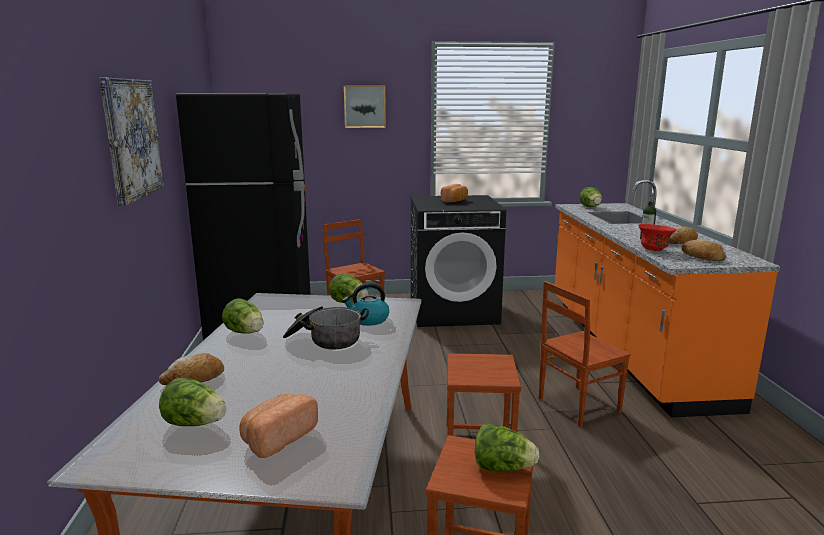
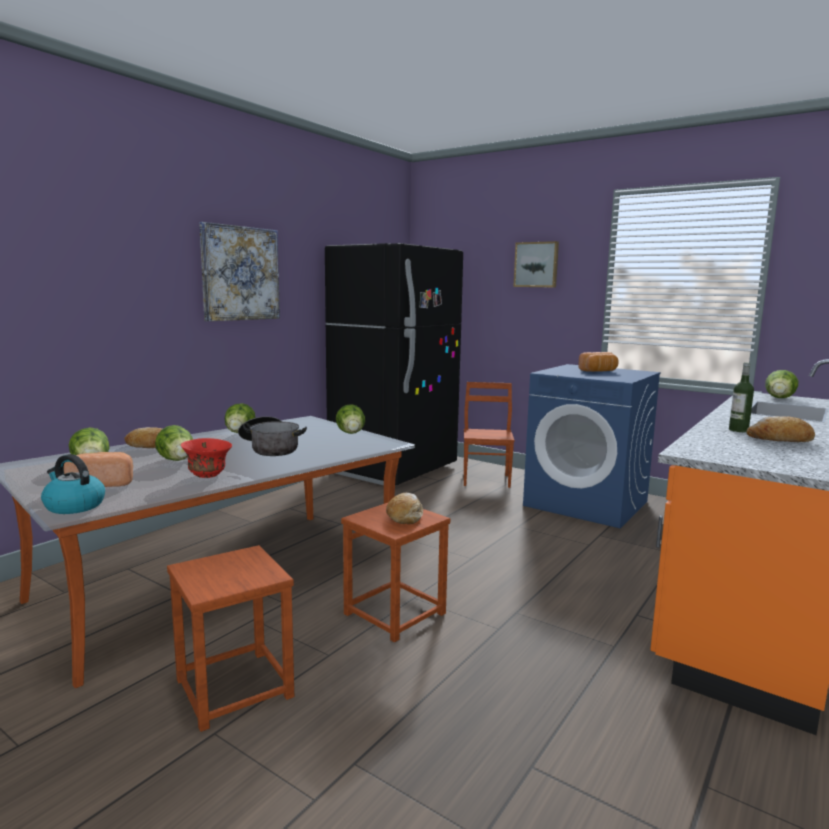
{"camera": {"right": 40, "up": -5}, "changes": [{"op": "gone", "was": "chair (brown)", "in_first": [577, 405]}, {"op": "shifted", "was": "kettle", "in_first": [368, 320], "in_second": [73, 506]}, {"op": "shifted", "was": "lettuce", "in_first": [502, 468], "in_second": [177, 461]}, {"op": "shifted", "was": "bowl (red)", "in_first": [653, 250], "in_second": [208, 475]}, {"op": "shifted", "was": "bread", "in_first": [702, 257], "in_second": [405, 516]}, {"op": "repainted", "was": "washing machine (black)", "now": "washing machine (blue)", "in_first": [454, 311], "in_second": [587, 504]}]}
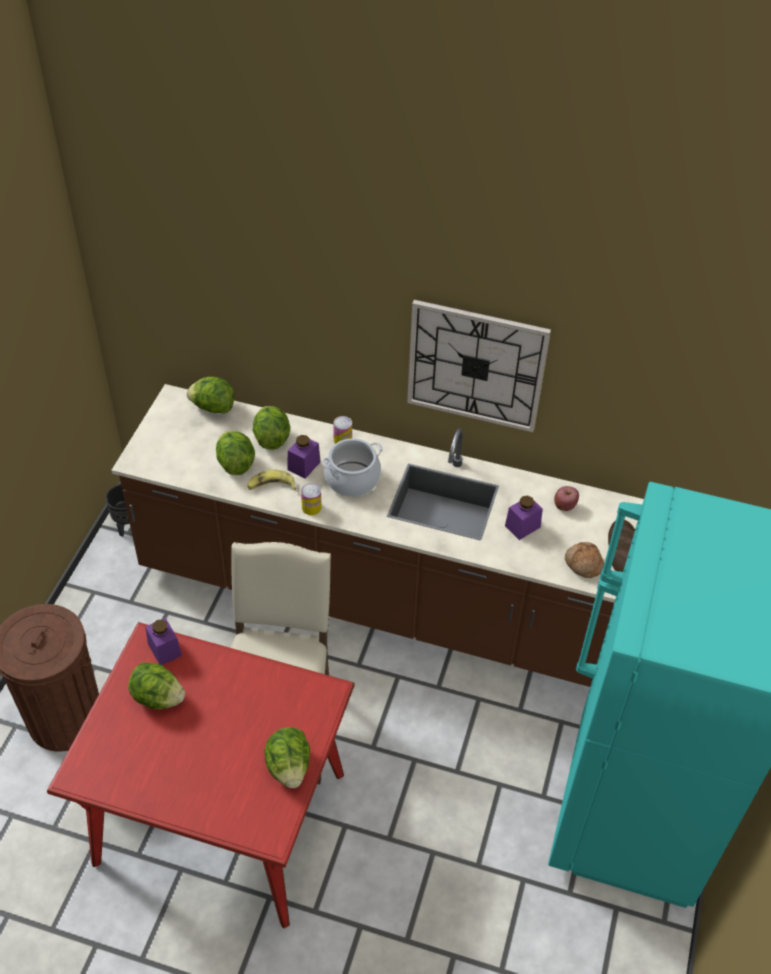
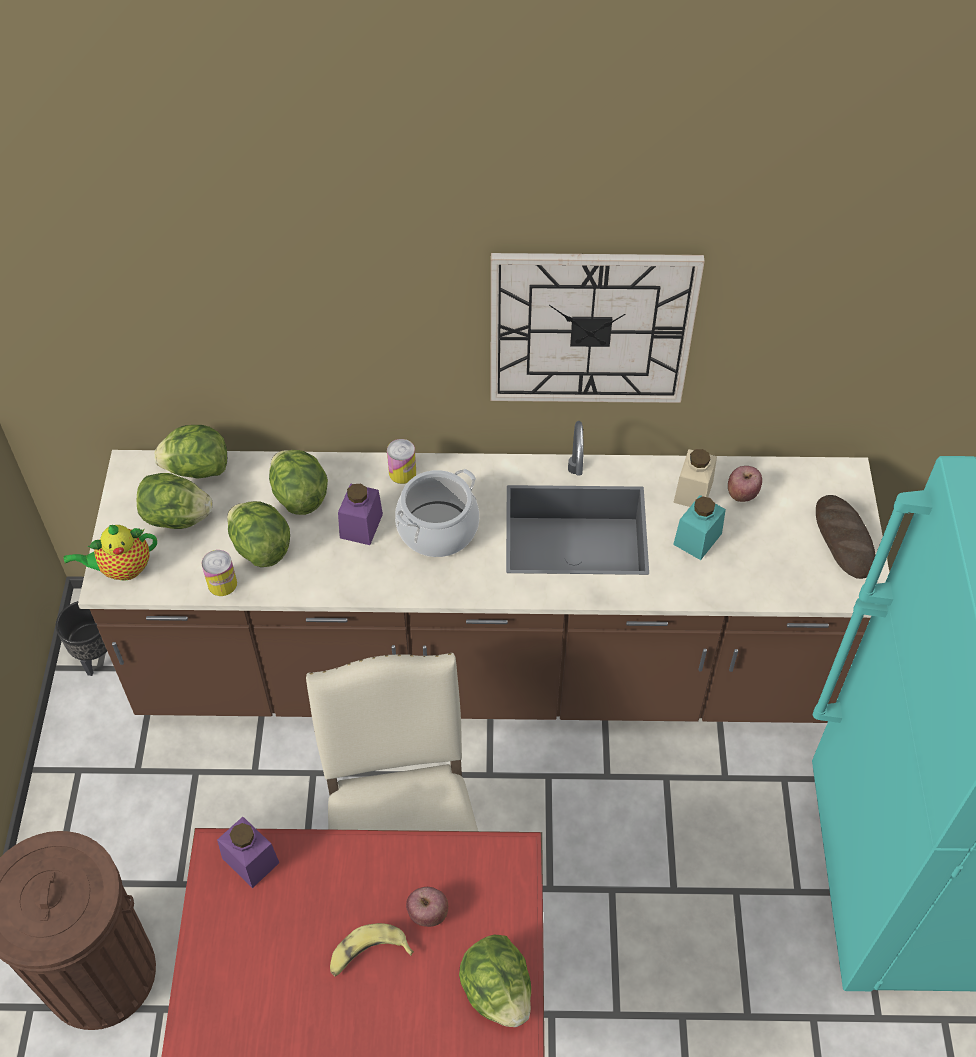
{"camera": {"right": -15, "up": 5}, "changes": [{"op": "gone", "was": "bread", "in_first": [583, 564]}, {"op": "new", "now": "teapot", "in_second": [122, 569]}, {"op": "new", "now": "apple", "in_second": [428, 914]}, {"op": "new", "now": "jar (beige)", "in_second": [693, 491]}, {"op": "shifted", "was": "lettuce", "in_first": [158, 698], "in_second": [177, 518]}, {"op": "shifted", "was": "banana", "in_first": [271, 486], "in_second": [368, 954]}, {"op": "shifted", "was": "can", "in_first": [311, 507], "in_second": [222, 584]}, {"op": "repainted", "was": "jar (purple)", "now": "jar (turquoise)", "in_first": [522, 526], "in_second": [697, 539]}]}
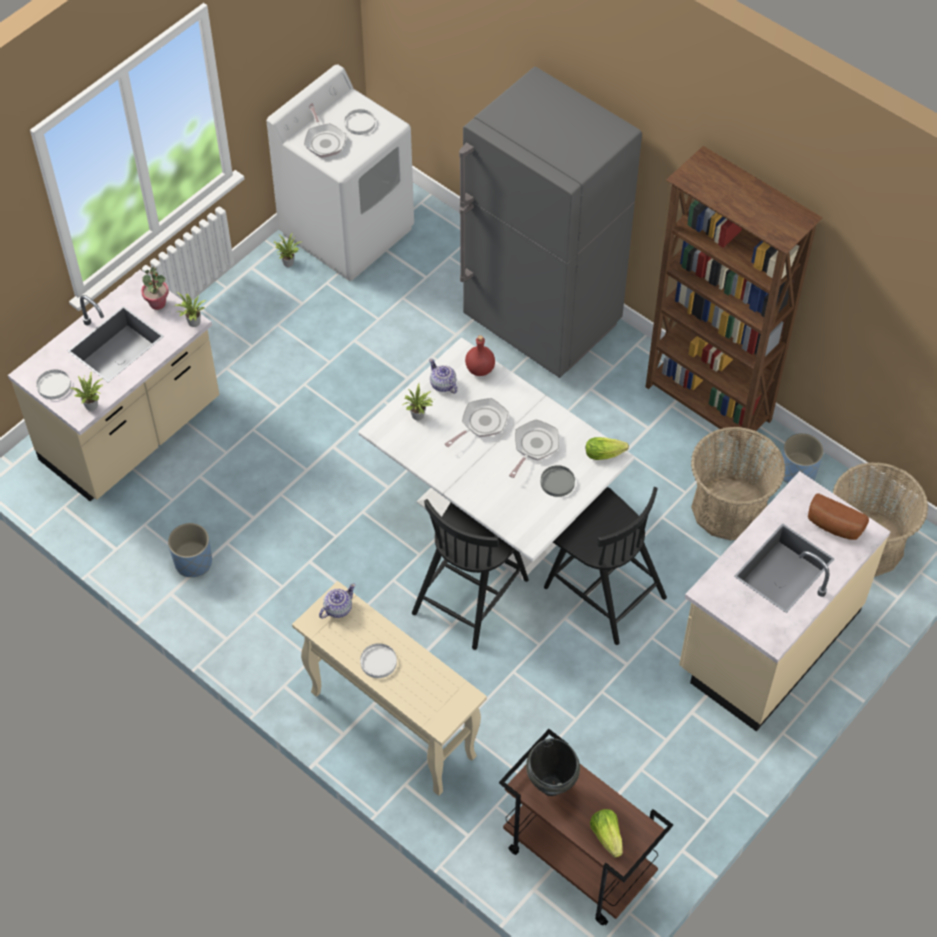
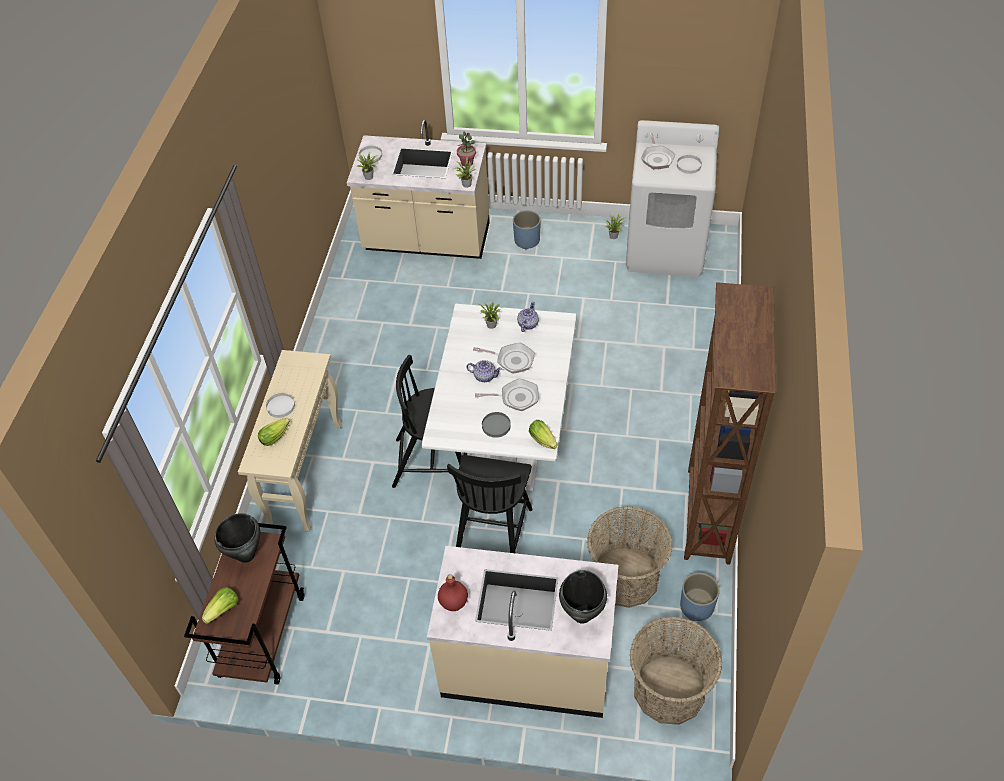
{"camera": {"right": 60, "up": -5}, "changes": [{"op": "gone", "was": "fridge (grey)", "in_first": [542, 323]}, {"op": "new", "now": "lettuce", "in_second": [276, 435]}, {"op": "shifted", "was": "planter (blue)", "in_first": [193, 562], "in_second": [527, 240]}, {"op": "shifted", "was": "teapot", "in_first": [337, 608], "in_second": [484, 376]}, {"op": "shifted", "was": "bottle (red)", "in_first": [480, 368], "in_second": [454, 602]}, {"op": "swapped", "was": "bread", "now": "cooking pot (black)", "in_first": [833, 526], "in_second": [582, 614]}, {"op": "rotated", "was": "frying pan", "in_first": [324, 141], "in_second": [657, 158], "clockwise": -45}]}
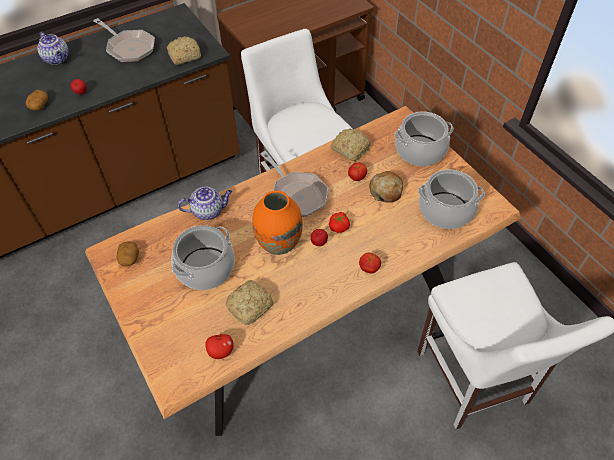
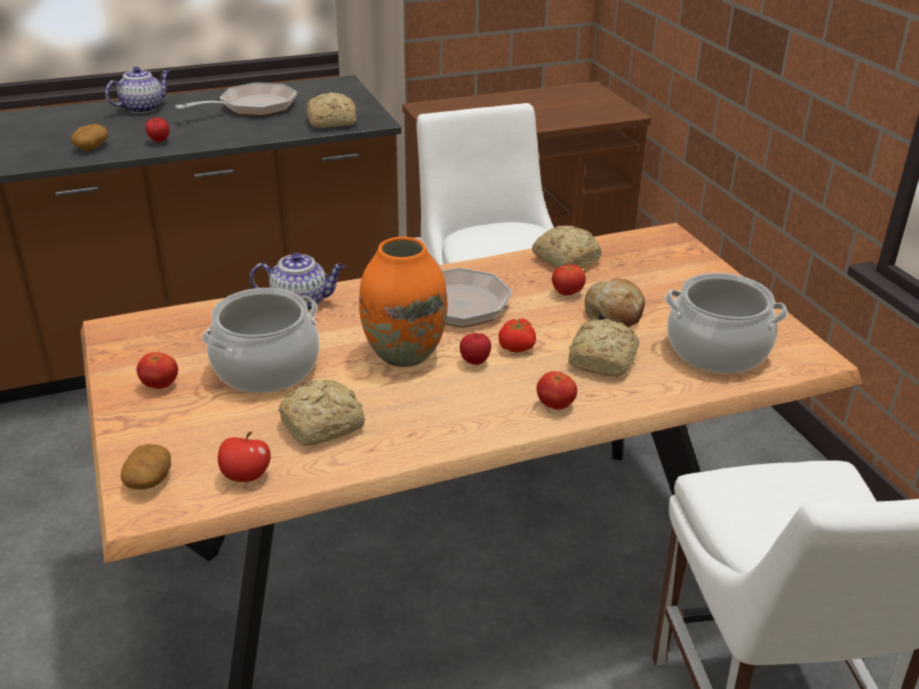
{"camera": {"right": 10, "up": -20}, "changes": [{"op": "gone", "was": "cooking pot", "in_first": [420, 150]}, {"op": "new", "now": "tomato", "in_second": [160, 385]}, {"op": "new", "now": "bread", "in_second": [604, 359]}, {"op": "shifted", "was": "potato", "in_first": [129, 258], "in_second": [149, 480]}, {"op": "rotated", "was": "teapot", "in_first": [57, 59], "in_second": [143, 108], "clockwise": -105}, {"op": "rotated", "was": "frying pan", "in_first": [129, 48], "in_second": [252, 107], "clockwise": -90}]}
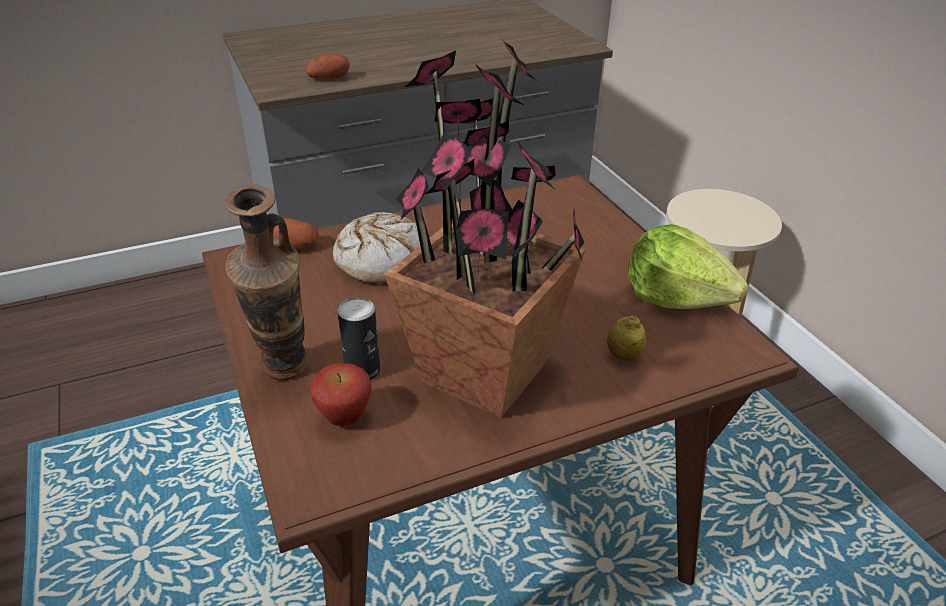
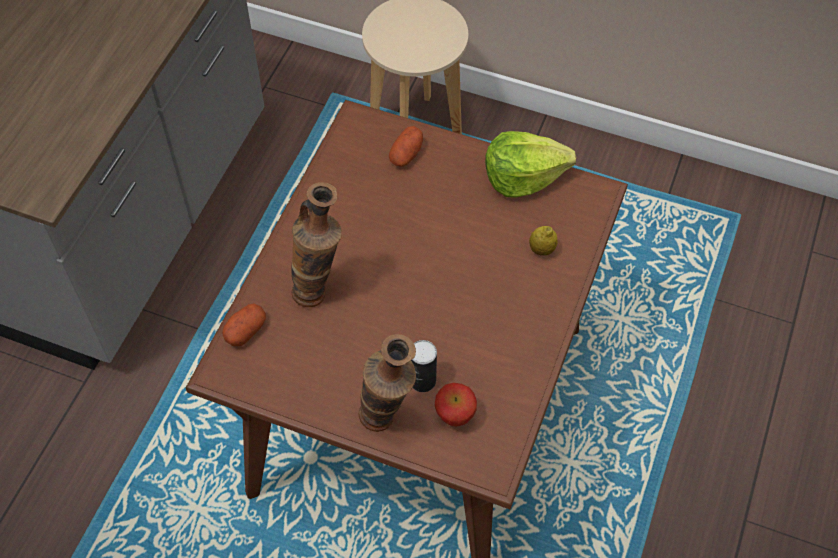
{"camera": {"right": -45, "up": 20}, "changes": [{"op": "gone", "was": "potted plant", "in_first": [484, 374]}, {"op": "shifted", "was": "potato", "in_first": [328, 78], "in_second": [406, 154]}, {"op": "swapped", "was": "bread", "now": "vase", "in_first": [381, 259], "in_second": [320, 291]}]}
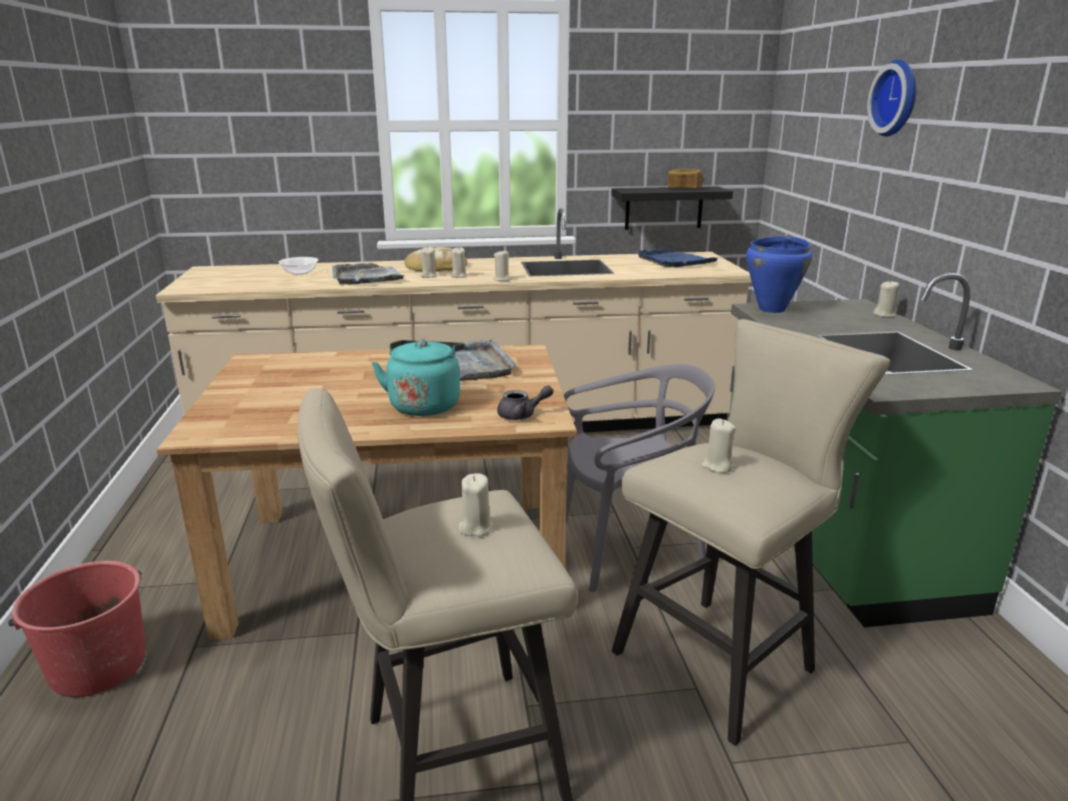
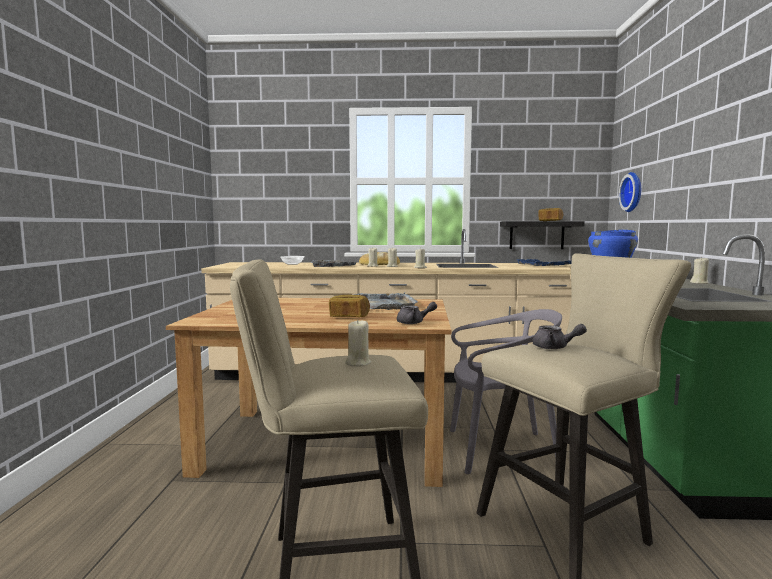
{"camera": {"right": 10, "up": -15}, "changes": [{"op": "gone", "was": "bucket (red)", "in_first": [97, 666]}, {"op": "shifted", "was": "wall clock", "in_first": [897, 98], "in_second": [633, 192]}, {"op": "swapped", "was": "kettle (turquoise)", "now": "bread", "in_first": [425, 404], "in_second": [349, 316]}, {"op": "swapped", "was": "candle (beige)", "now": "teapot (grey)", "in_first": [717, 466], "in_second": [555, 347]}]}
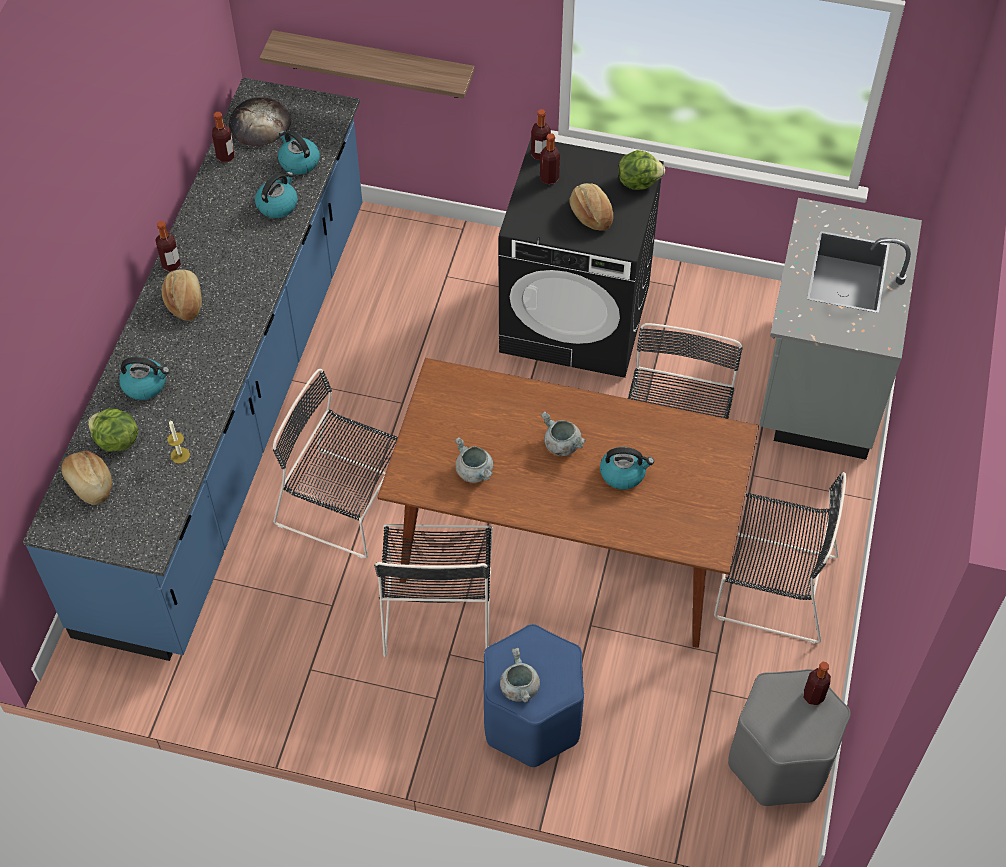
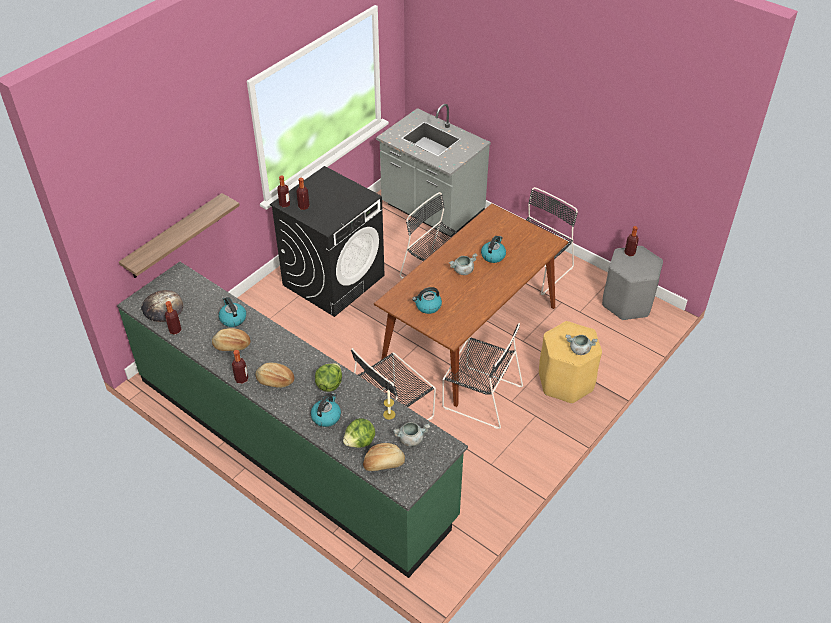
{"camera": {"right": -65, "up": -10}, "changes": [{"op": "shifted", "was": "kettle", "in_first": [298, 162], "in_second": [428, 306]}, {"op": "shifted", "was": "cooking pot (grey)", "in_first": [475, 471], "in_second": [411, 439]}, {"op": "shifted", "was": "bread", "in_first": [591, 214], "in_second": [231, 345]}, {"op": "shifted", "was": "lettuce", "in_first": [638, 181], "in_second": [329, 384]}, {"op": "repainted", "was": "counter (blue)", "now": "counter (green)", "in_first": [232, 409], "in_second": [292, 446]}, {"op": "repainted", "was": "stool (blue)", "now": "stool (yellow)", "in_first": [532, 719], "in_second": [565, 381]}]}
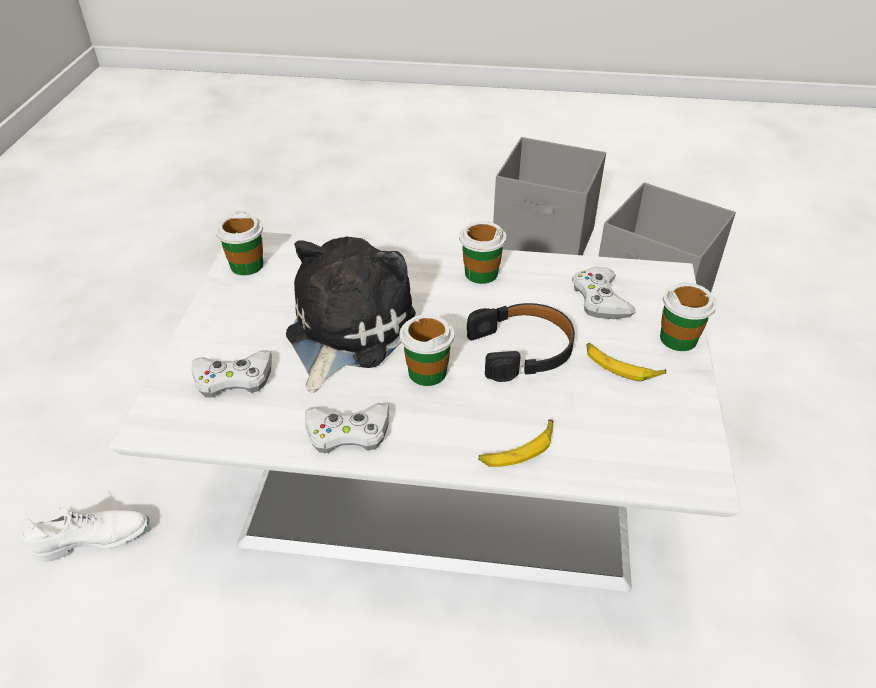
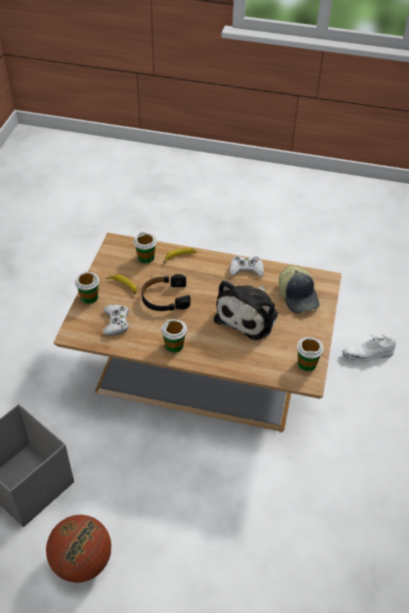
{"camera": {"right": -175, "up": 5}, "changes": [{"op": "shifted", "was": "cup", "in_first": [427, 372], "in_second": [146, 257]}, {"op": "swapped", "was": "game controller (white)", "now": "cap", "in_first": [233, 379], "in_second": [298, 296]}, {"op": "swapped", "was": "storage box (grey)", "now": "basketball", "in_first": [544, 243], "in_second": [82, 561]}, {"op": "repainted", "was": "coffee table (white)", "now": "coffee table (brown)", "in_first": [434, 477], "in_second": [204, 368]}]}
